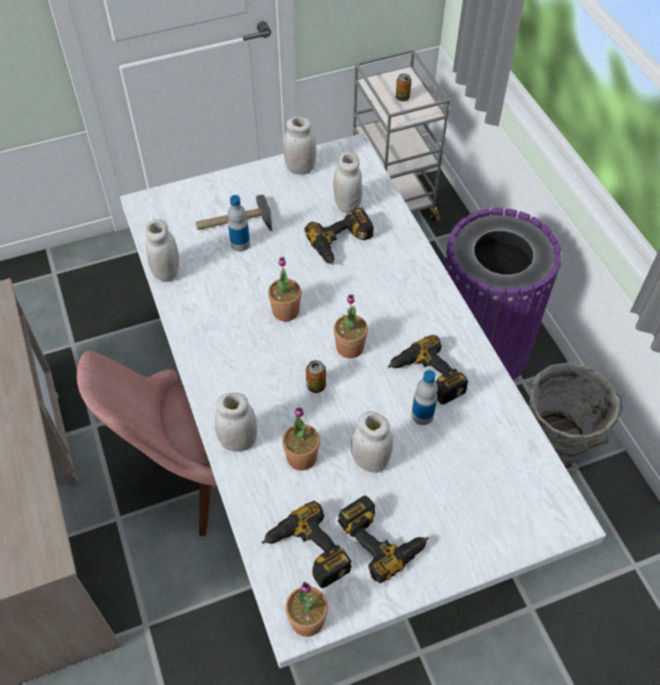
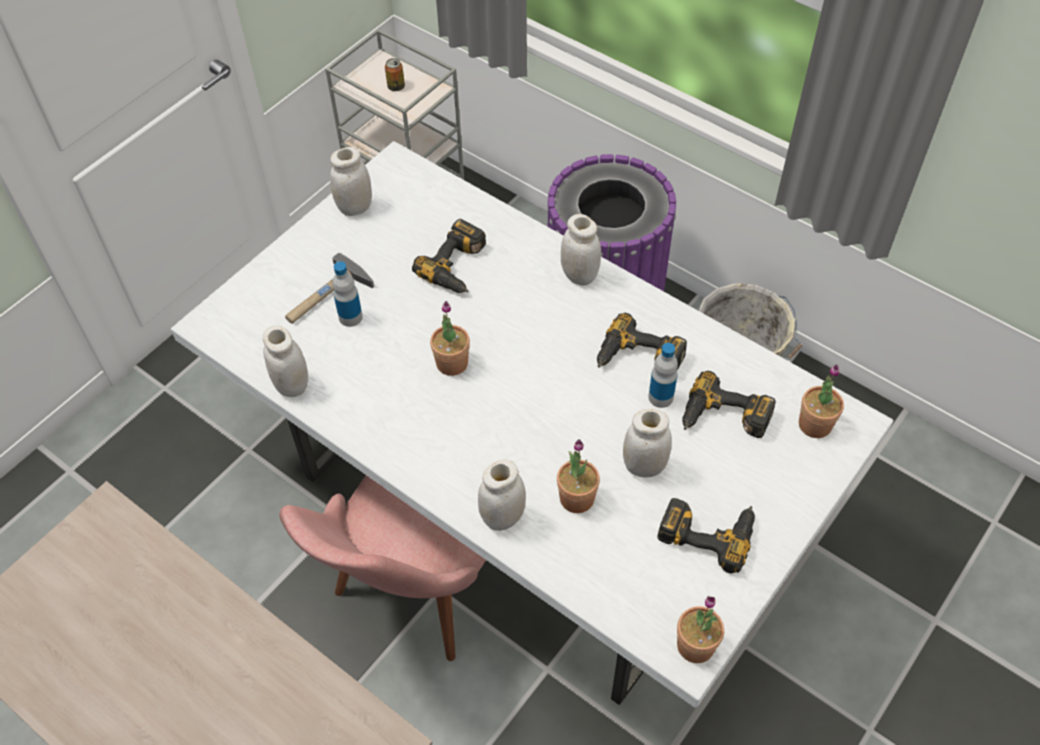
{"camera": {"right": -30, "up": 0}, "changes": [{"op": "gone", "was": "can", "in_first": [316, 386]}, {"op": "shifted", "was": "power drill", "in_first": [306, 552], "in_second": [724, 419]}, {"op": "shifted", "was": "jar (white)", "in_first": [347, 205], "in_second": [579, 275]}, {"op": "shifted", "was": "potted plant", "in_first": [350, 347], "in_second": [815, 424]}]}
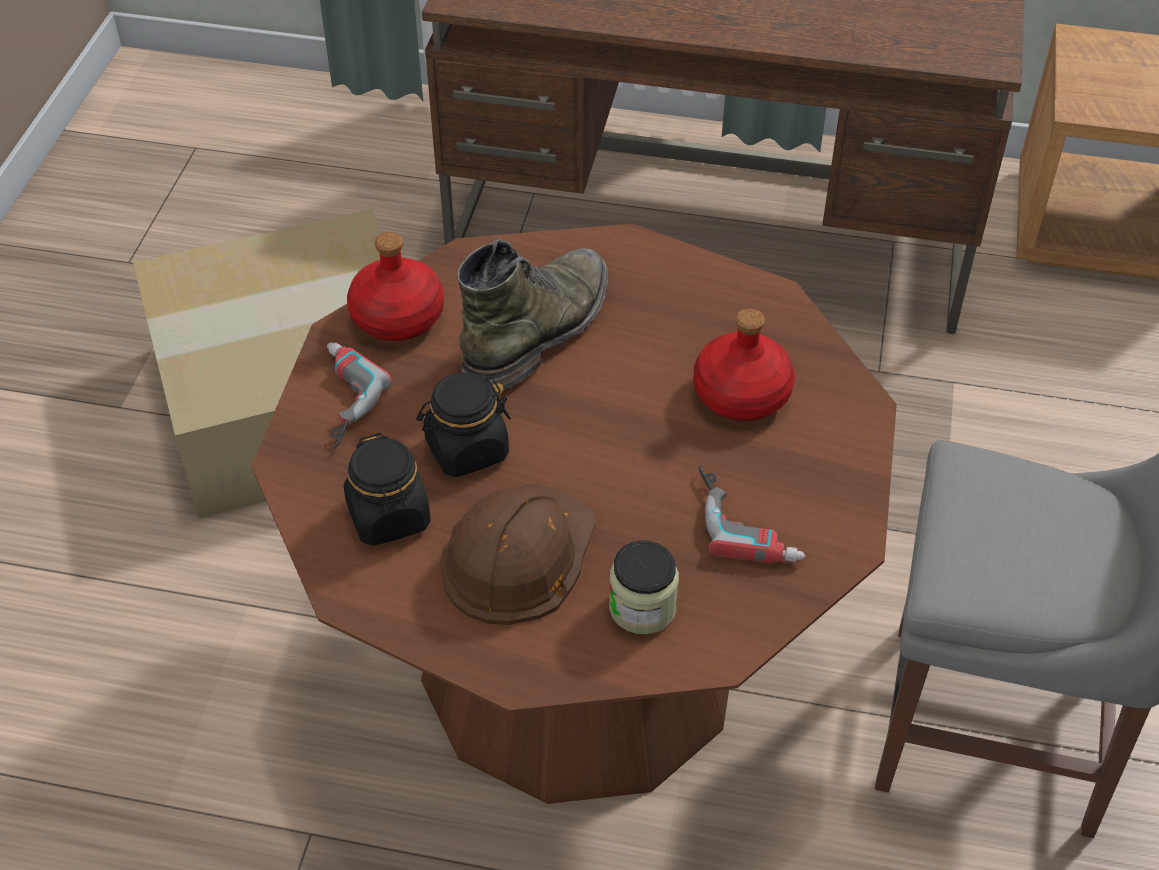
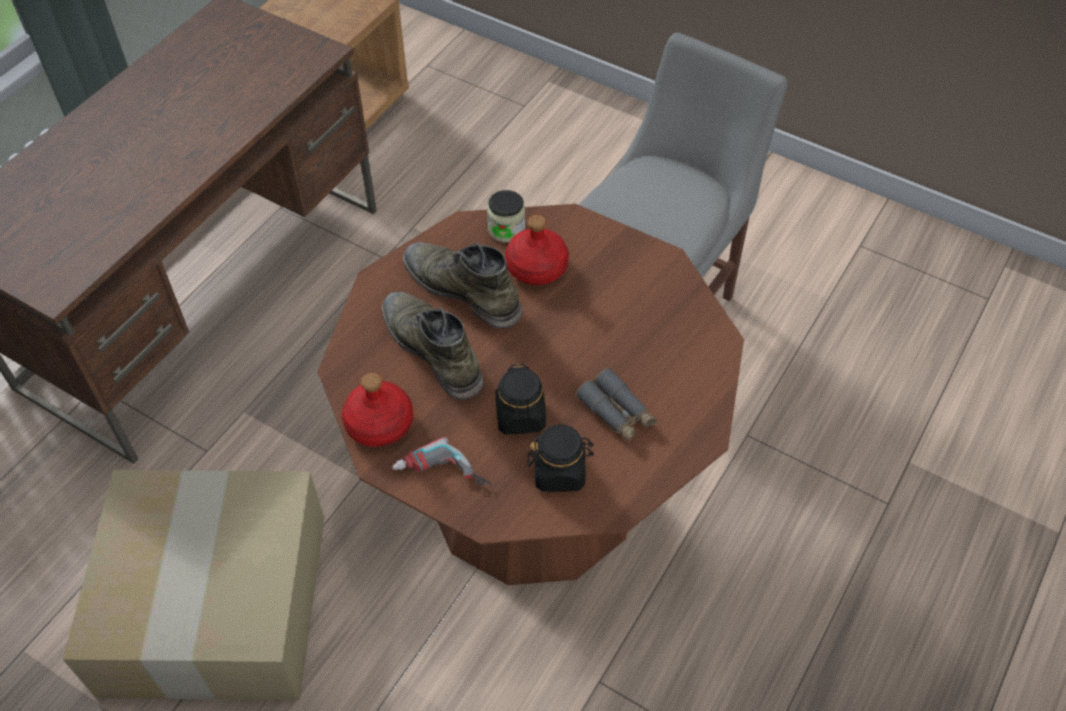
{"camera": {"right": -70, "up": 5}, "changes": [{"op": "gone", "was": "power drill", "in_first": [749, 520]}, {"op": "new", "now": "boot (green)", "in_second": [462, 289]}, {"op": "shifted", "was": "jar", "in_first": [642, 607], "in_second": [506, 229]}, {"op": "swapped", "was": "hard hat (brown)", "now": "binoculars (grey)", "in_first": [518, 554], "in_second": [617, 412]}]}
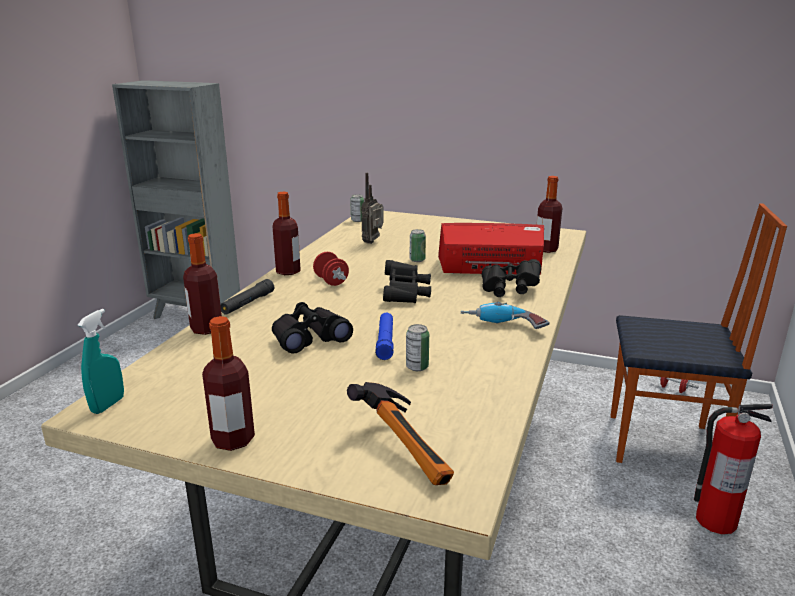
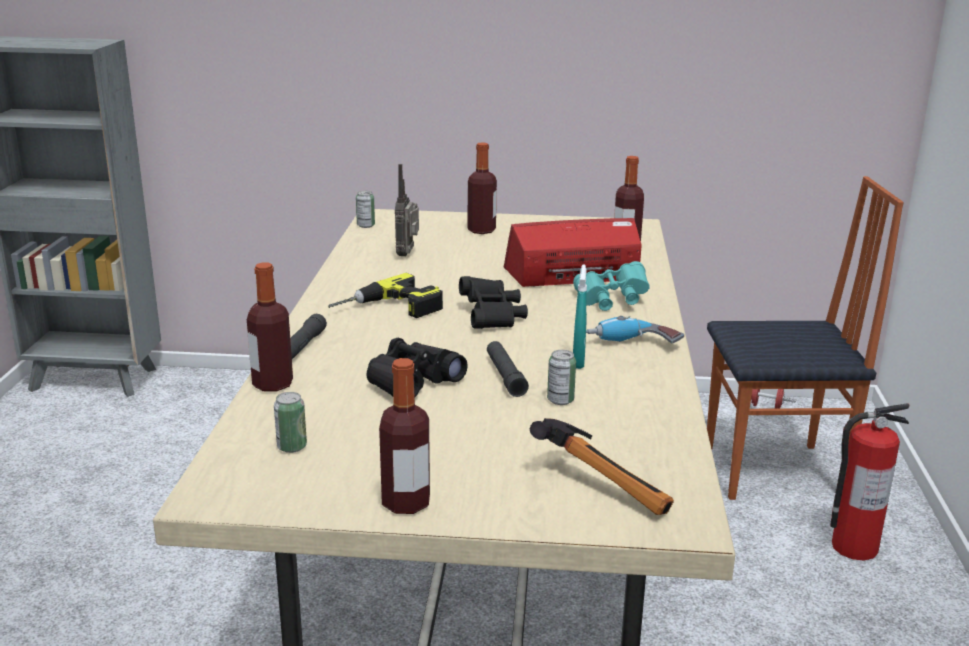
{"camera": {"right": -15, "up": 0}, "changes": [{"op": "shifted", "was": "spray bottle (turquoise)", "in_first": [108, 405], "in_second": [578, 362]}, {"op": "shifted", "was": "bottle", "in_first": [288, 271], "in_second": [481, 230]}, {"op": "shifted", "was": "can", "in_first": [417, 260], "in_second": [292, 447]}, {"op": "swapped", "was": "dumbbell (red)", "now": "power drill", "in_first": [331, 281], "in_second": [388, 309]}, {"op": "repainted", "was": "flashlight (blue)", "now": "flashlight (black)", "in_first": [385, 341], "in_second": [505, 376]}, {"op": "repainted", "was": "binoculars (black)", "now": "binoculars (turquoise)", "in_first": [509, 290], "in_second": [611, 301]}]}
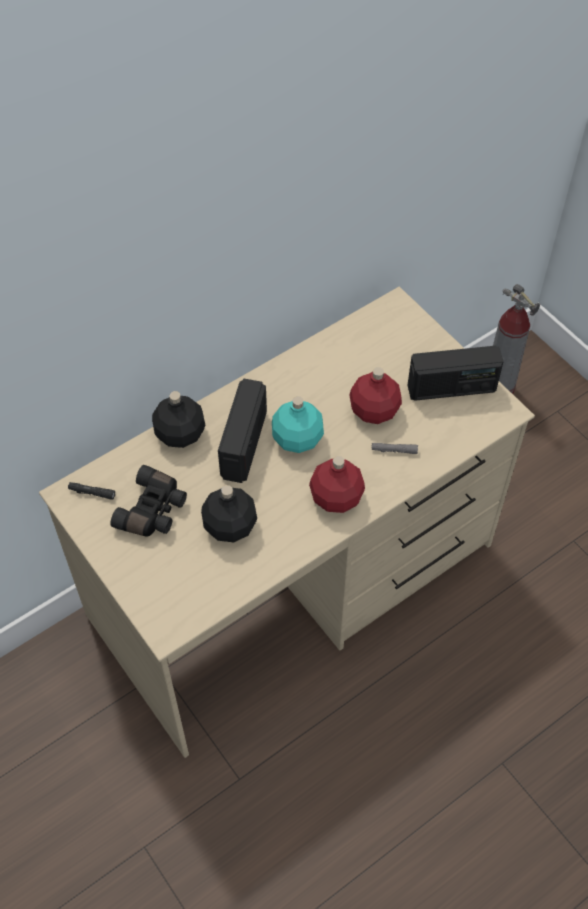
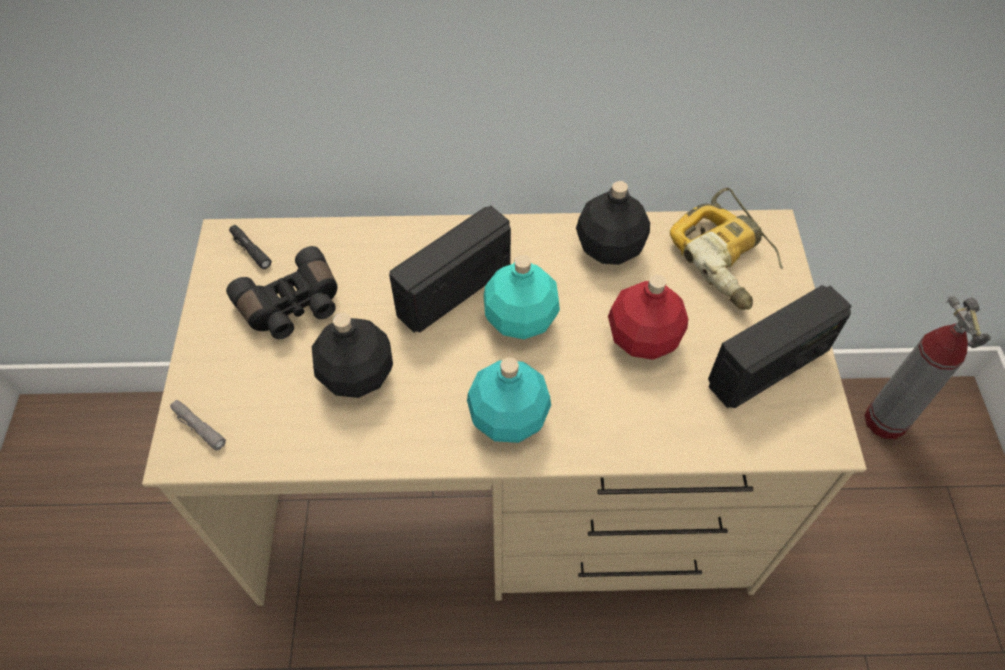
{"camera": {"right": 35, "up": 0}, "changes": [{"op": "new", "now": "power drill", "in_second": [728, 258]}, {"op": "shifted", "was": "bottle (black)", "in_first": [180, 435], "in_second": [609, 249]}, {"op": "shifted", "was": "flashlight (grey)", "in_first": [394, 450], "in_second": [198, 427]}, {"op": "repainted", "was": "bottle (red)", "now": "bottle (turquoise)", "in_first": [337, 498], "in_second": [509, 418]}, {"op": "rotated", "was": "radio", "in_first": [451, 388], "in_second": [769, 367], "clockwise": -60}]}
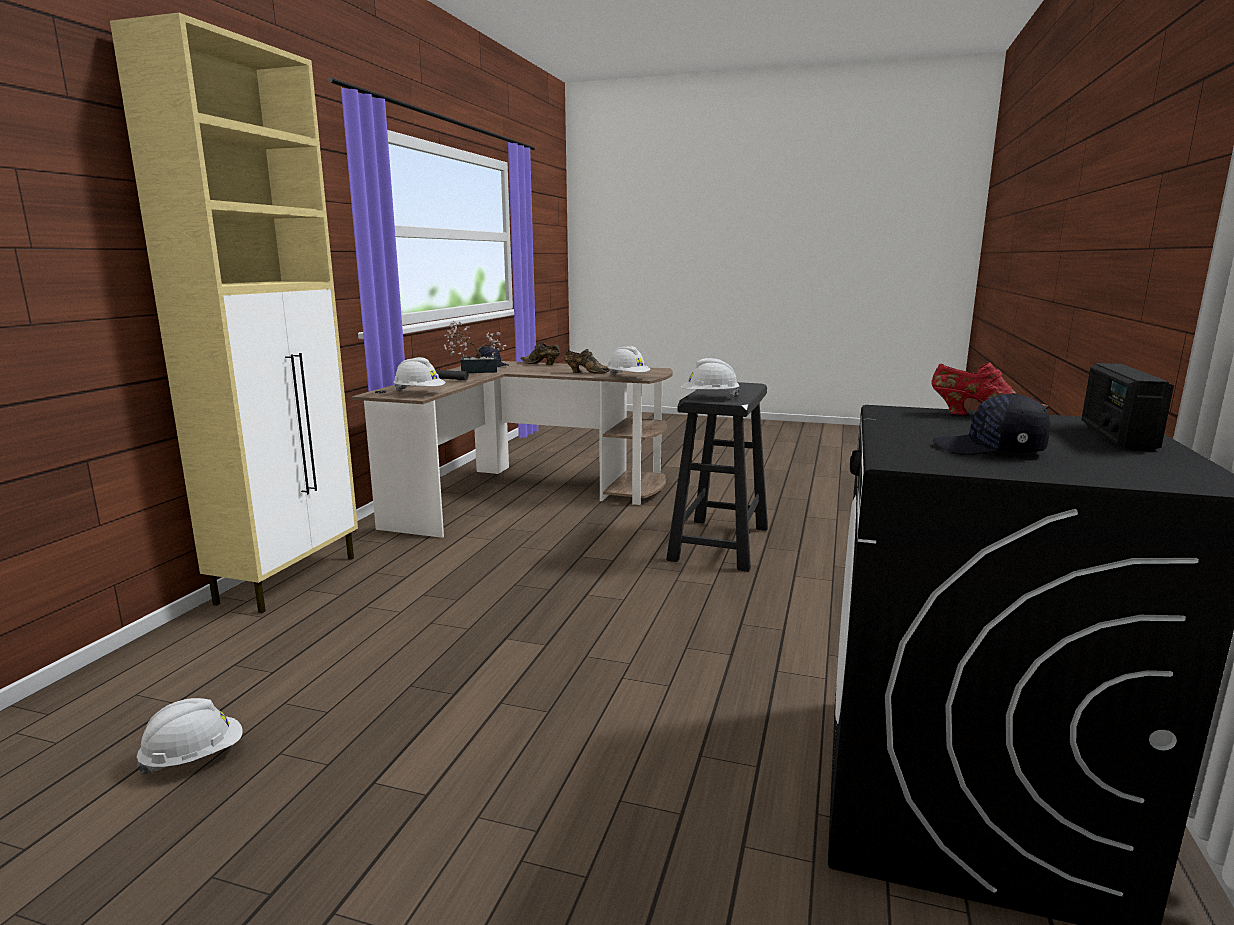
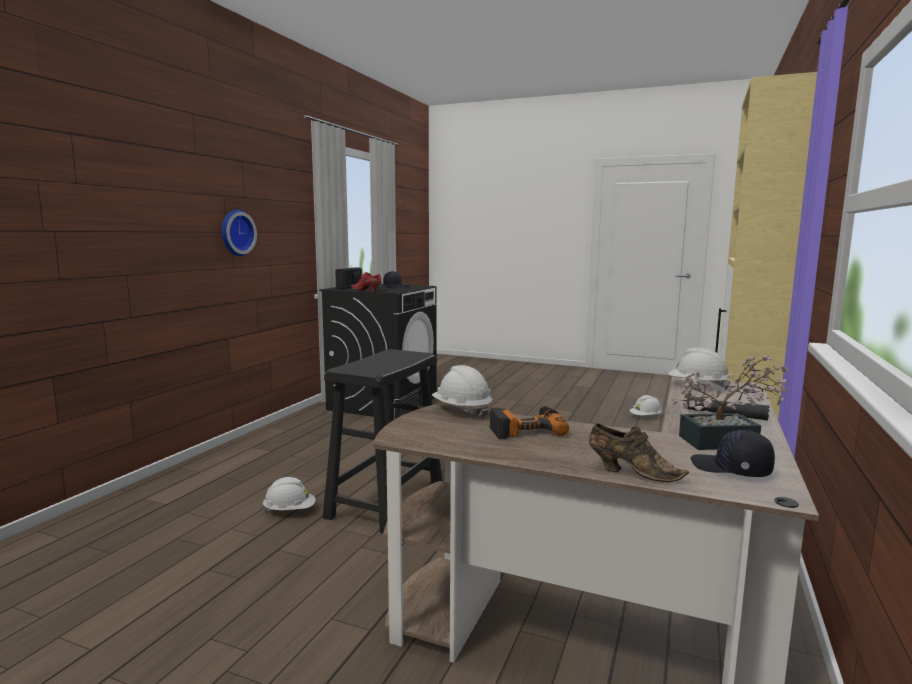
{"camera": {"right": -175, "up": -5}, "changes": [{"op": "new", "now": "wall clock", "in_second": [235, 233]}, {"op": "shifted", "was": "hard hat (white)", "in_first": [709, 398], "in_second": [289, 511]}, {"op": "swapped", "was": "shoe (brown)", "now": "power drill", "in_first": [586, 372], "in_second": [526, 429]}]}
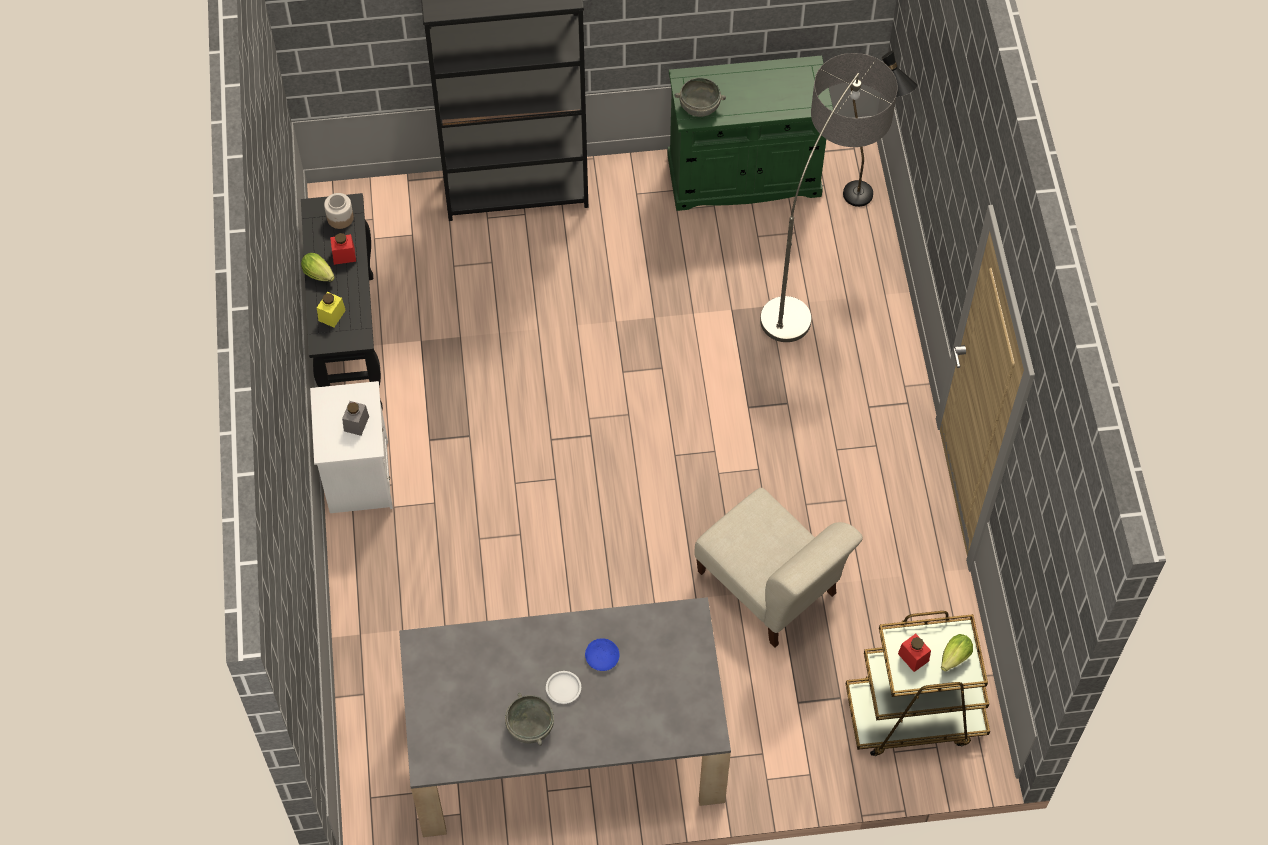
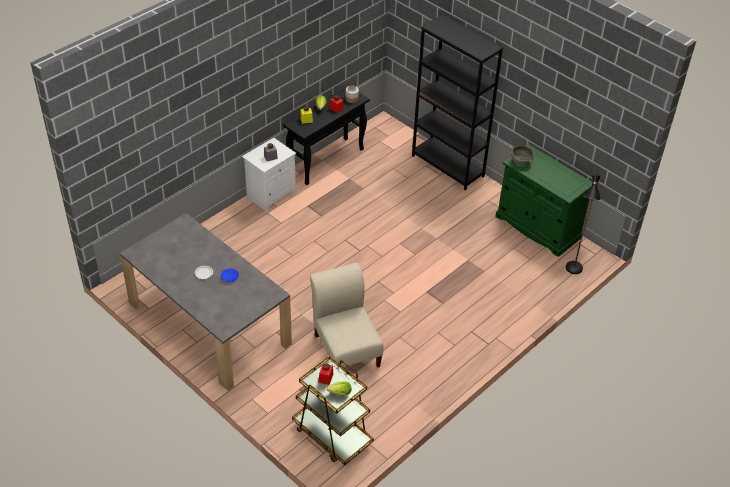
{"camera": {"right": 50, "up": -15}, "changes": [{"op": "gone", "was": "bowl (grey)", "in_first": [529, 726]}, {"op": "gone", "was": "floor lamp", "in_first": [816, 277]}, {"op": "rotated", "was": "chair (beige)", "in_first": [770, 588], "in_second": [346, 348], "clockwise": 150}]}
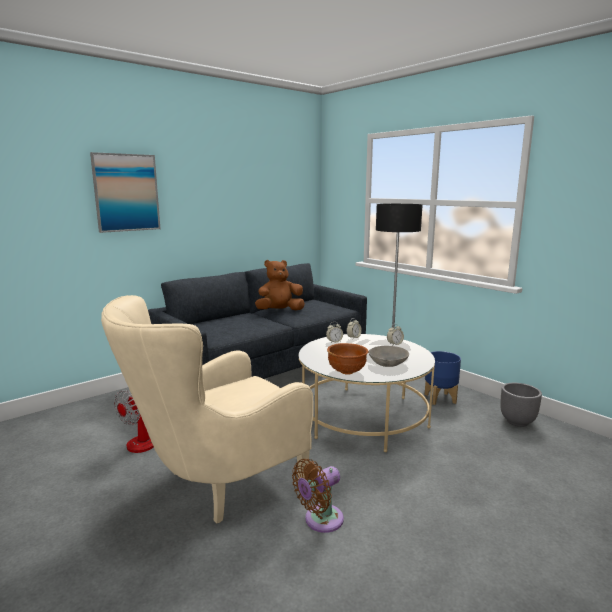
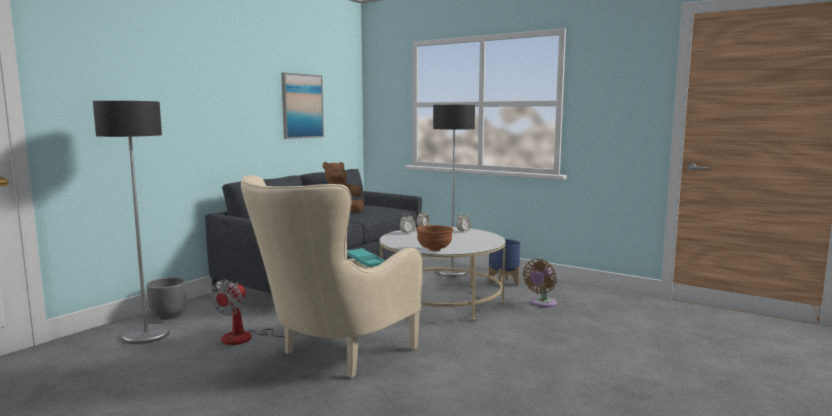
{"camera": {"right": -15, "up": -5}, "changes": [{"op": "gone", "was": "bowl (grey)", "in_first": [388, 363]}, {"op": "new", "now": "floor lamp", "in_second": [146, 335]}, {"op": "new", "now": "tray (turquoise)", "in_second": [365, 261]}, {"op": "shifted", "was": "picture", "in_first": [126, 193], "in_second": [302, 106]}, {"op": "shifted", "was": "fan (brown)", "in_first": [320, 520], "in_second": [541, 303]}, {"op": "shifted", "was": "planter (grey)", "in_first": [518, 422], "in_second": [169, 316]}]}
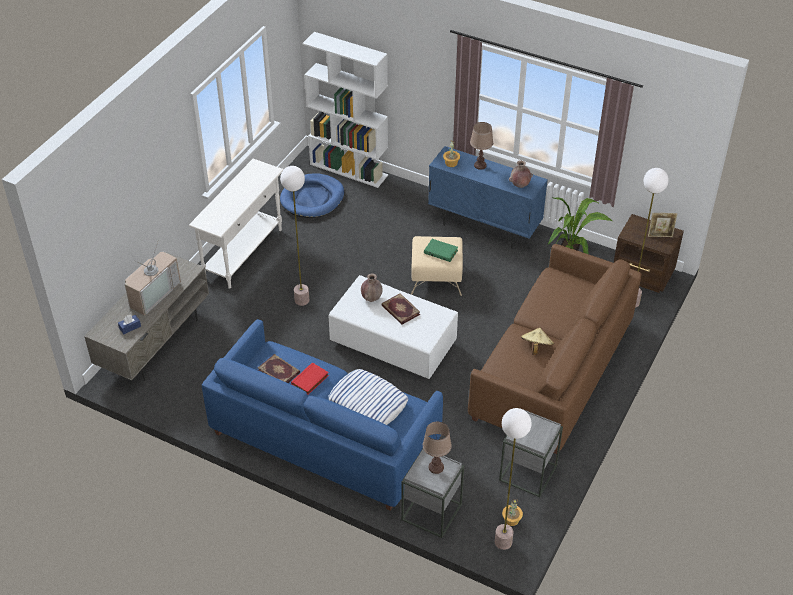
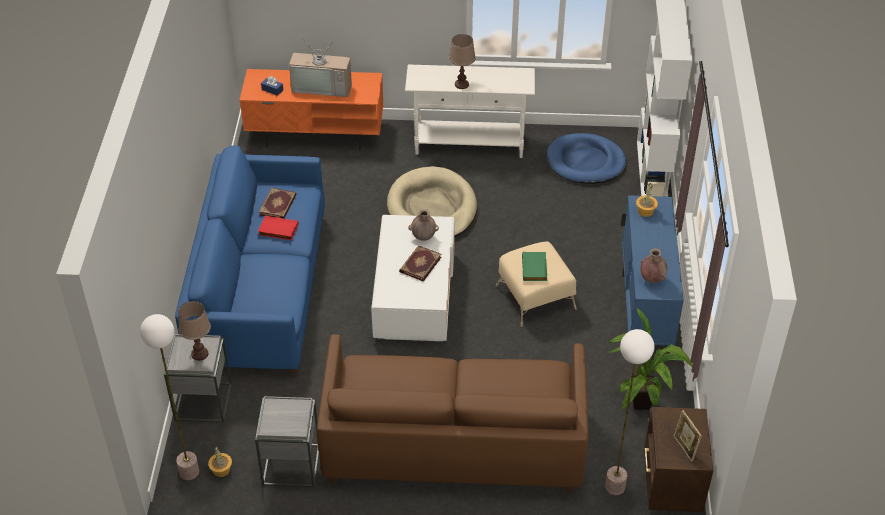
{"camera": {"right": 65, "up": 0}, "changes": [{"op": "gone", "was": "pillow", "in_first": [368, 403]}, {"op": "gone", "was": "hat (beige)", "in_first": [536, 347]}, {"op": "shifted", "was": "table lamp (brown)", "in_first": [480, 165], "in_second": [461, 84]}, {"op": "swapped", "was": "floor lamp", "now": "dog bed (beige)", "in_first": [302, 300], "in_second": [432, 208]}, {"op": "repainted", "was": "tv stand (grey)", "now": "tv stand (orange)", "in_first": [154, 342], "in_second": [316, 134]}]}
